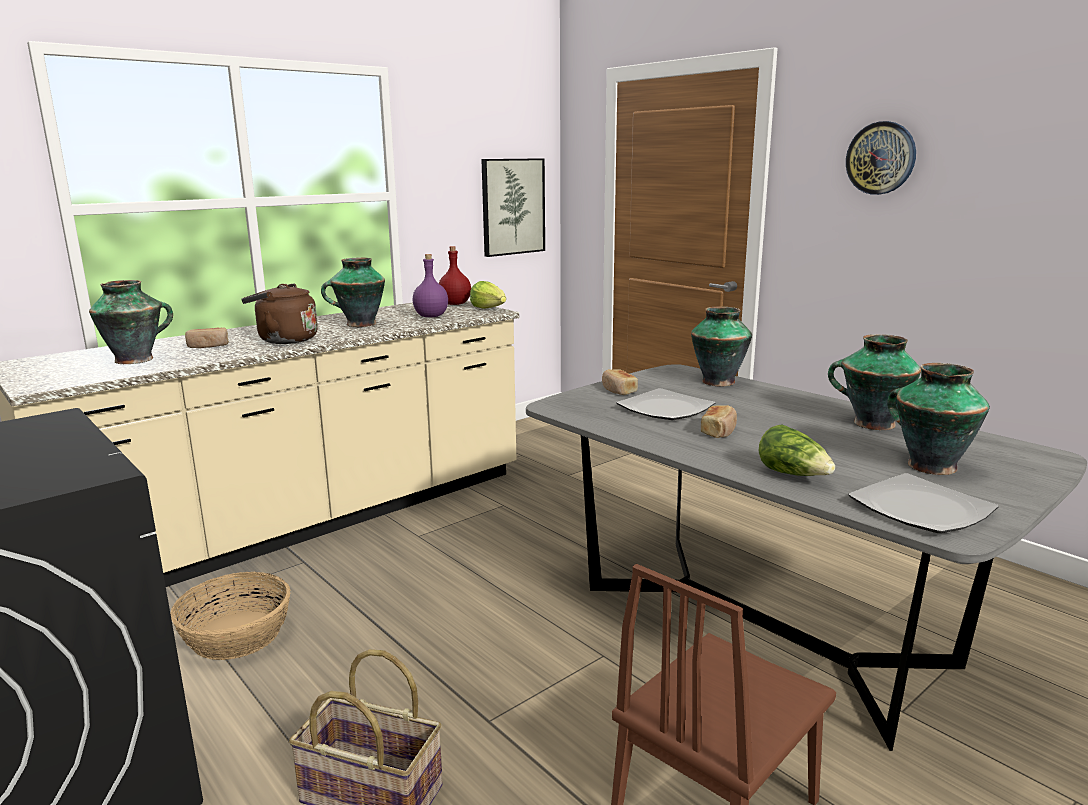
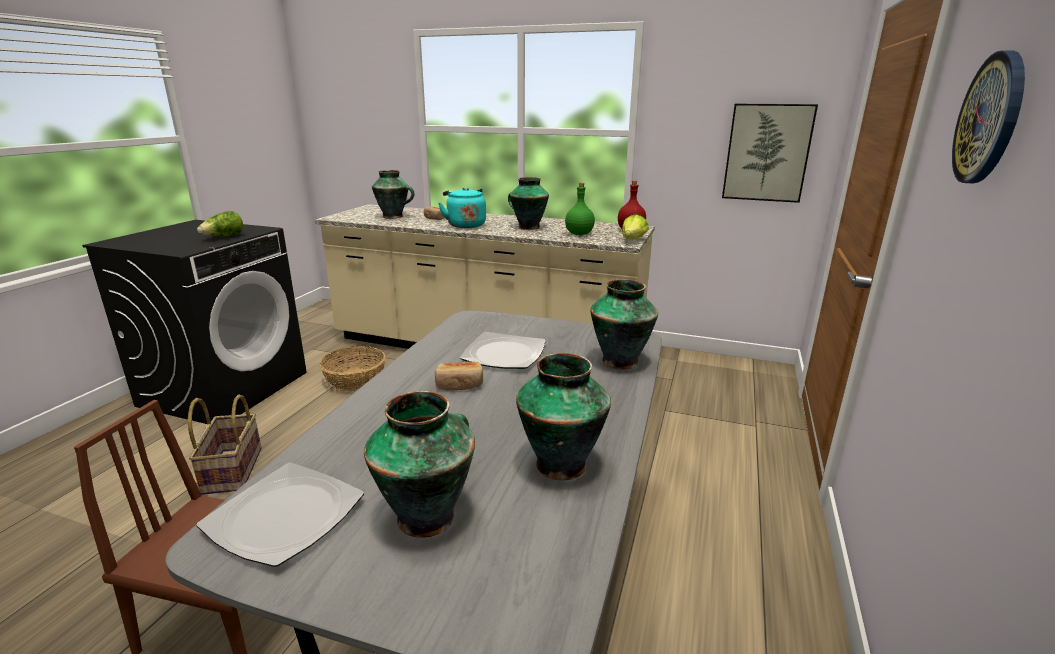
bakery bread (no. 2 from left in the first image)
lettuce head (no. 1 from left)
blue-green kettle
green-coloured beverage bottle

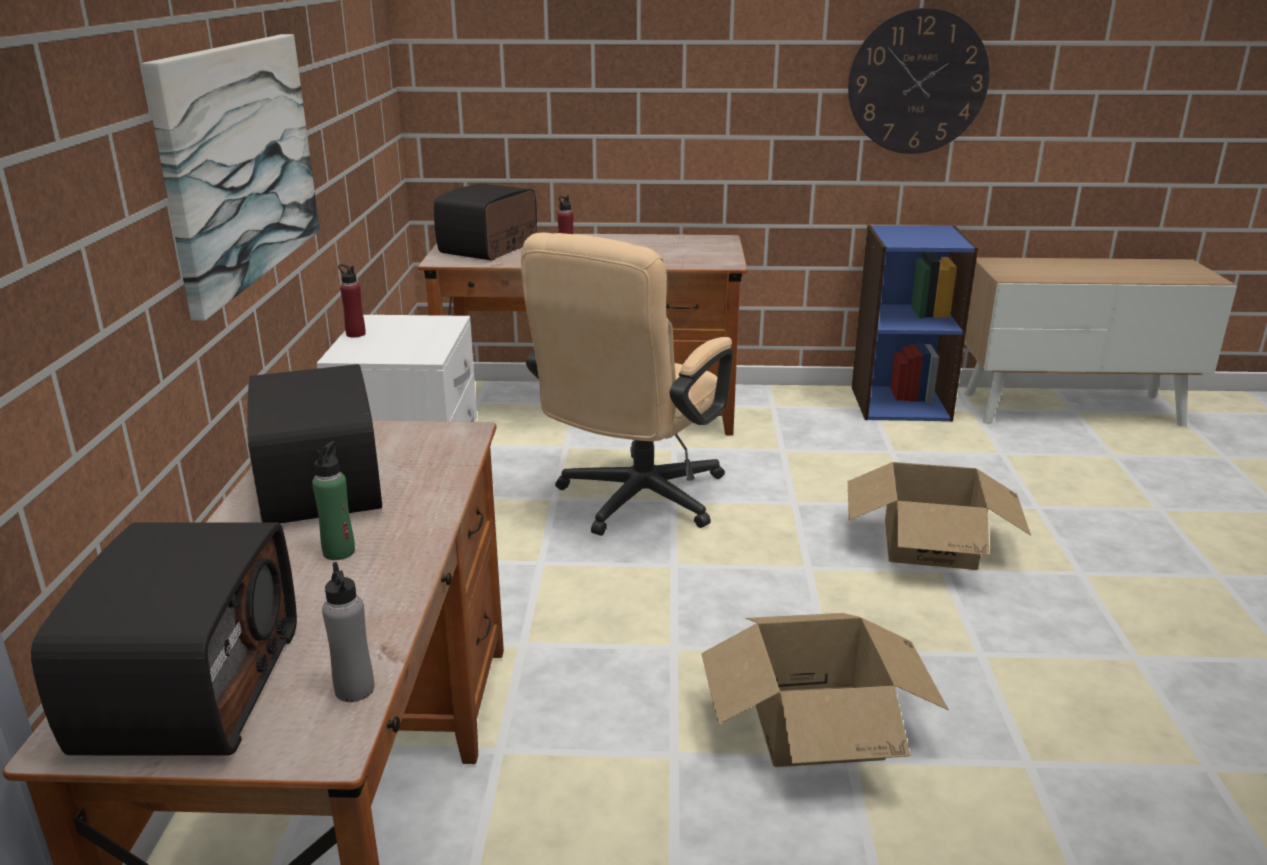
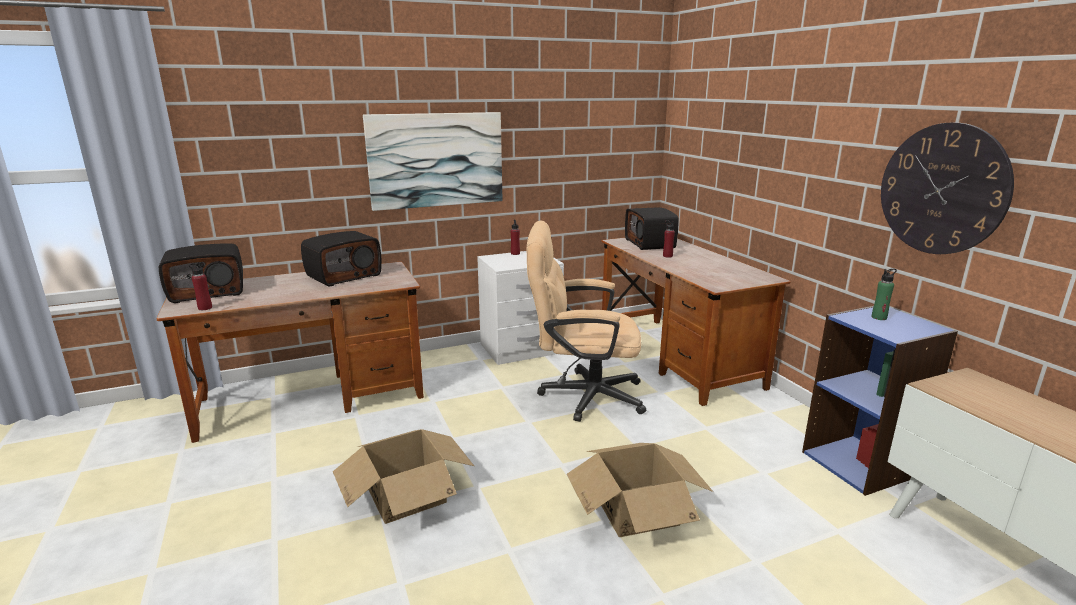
green-coloured beverage bottle
reddish beverage bottle (no. 1 from left)
radio receiver (no. 3 from left)

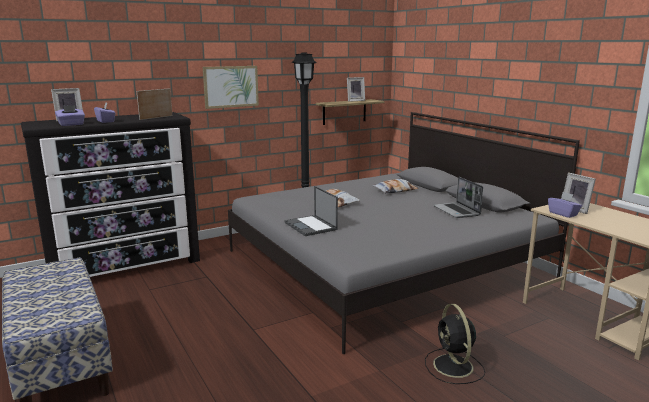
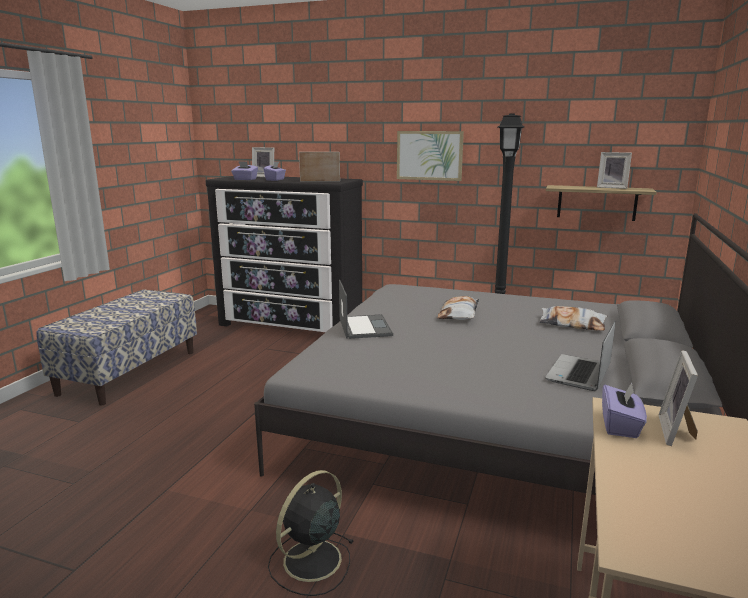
notebook computer (no. 1 from left)

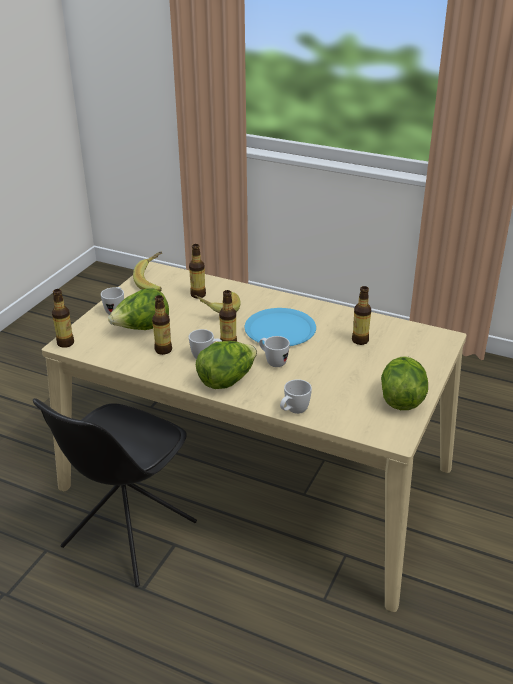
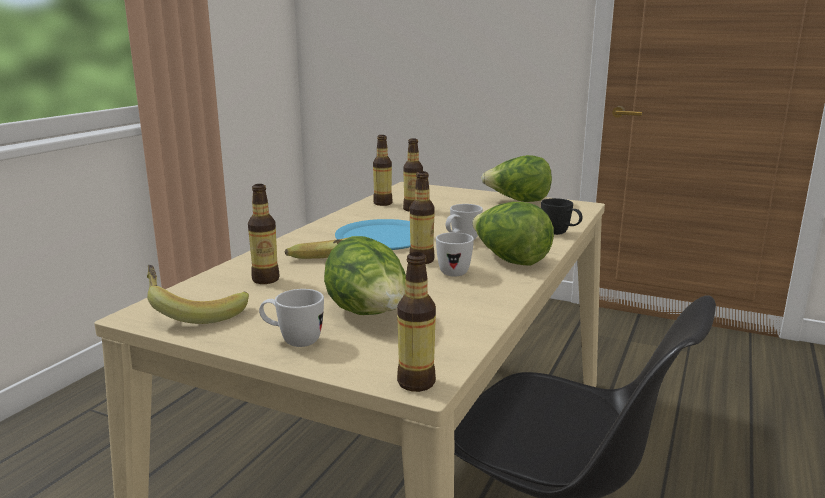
beverage bottle (no. 2 from left)
black-coloured mug

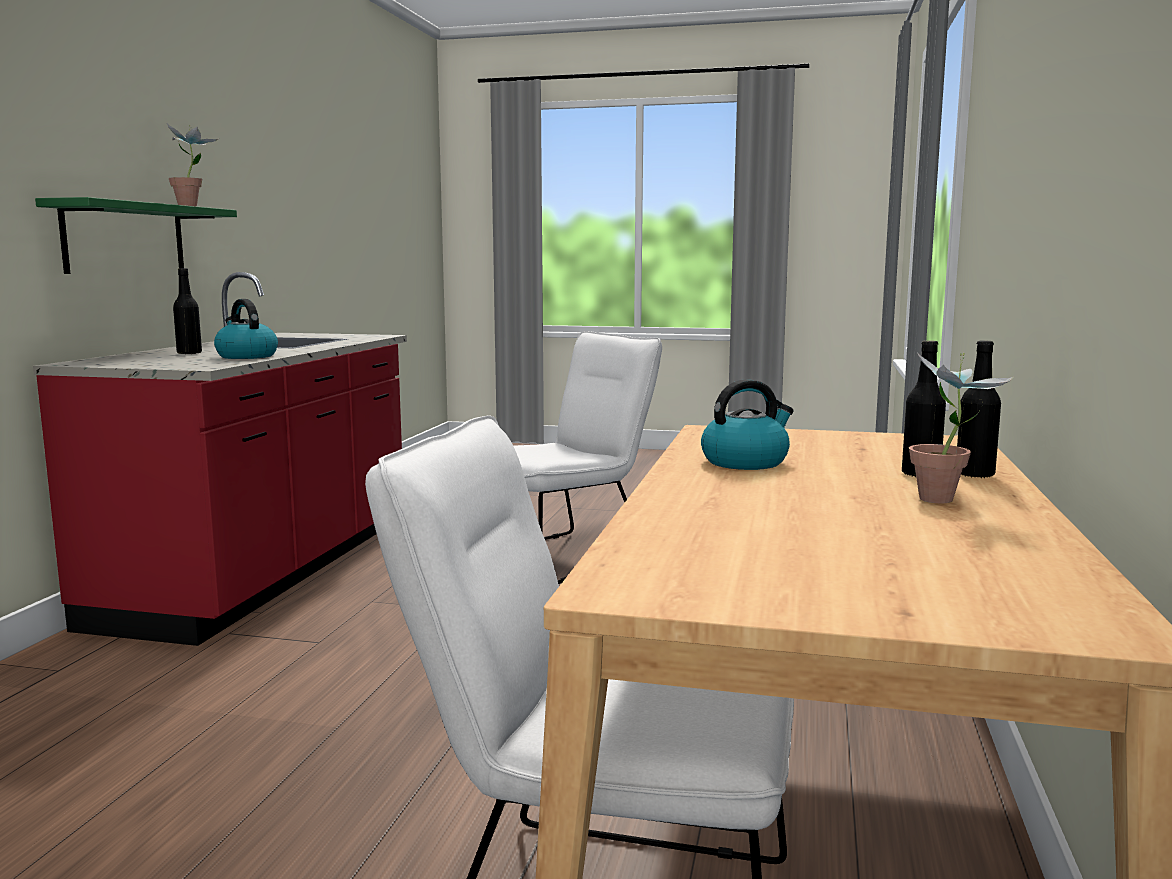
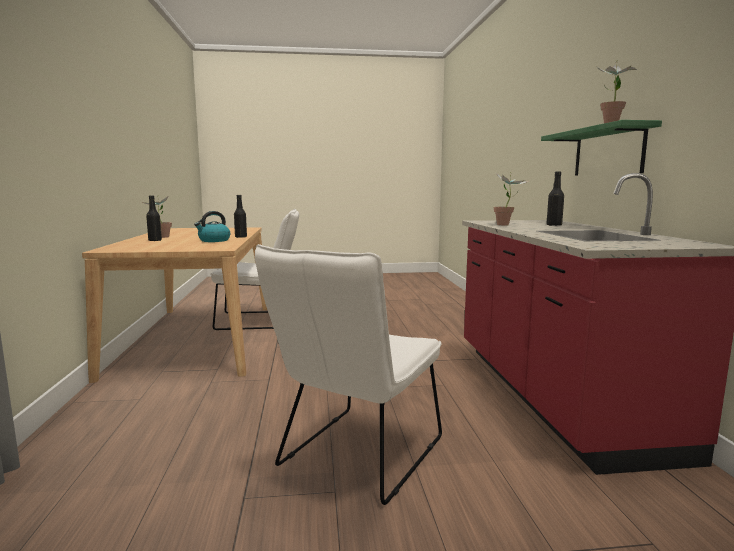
black-coloured beverage bottle (no. 2 from left)
potted plant (no. 2 from left)

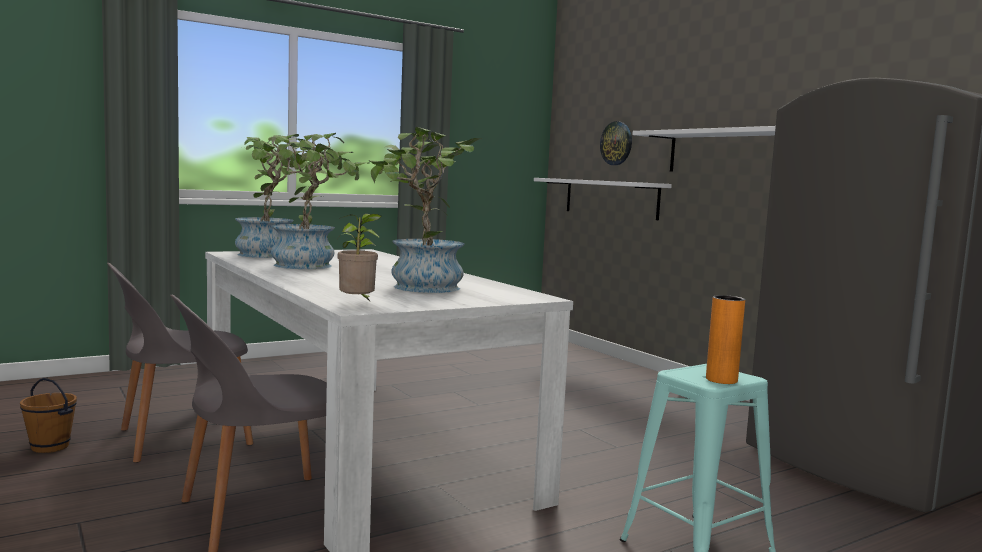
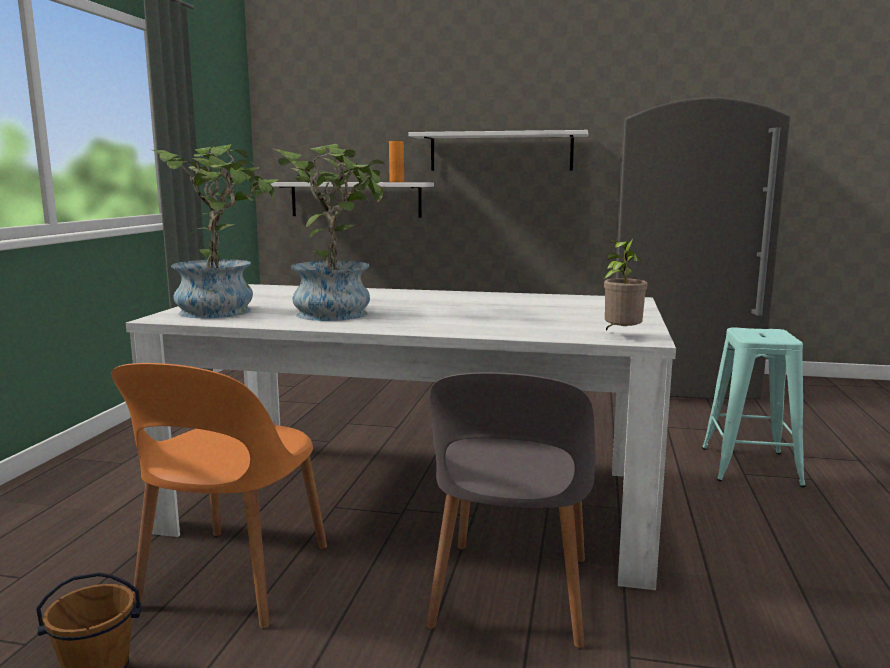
potted plant (no. 4 from left in the first image)
wall clock
orange decorative vase
orange chair

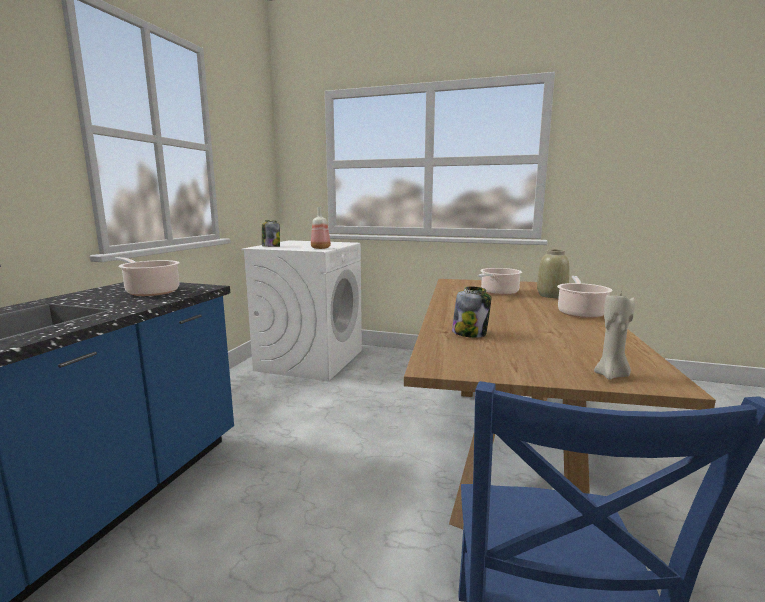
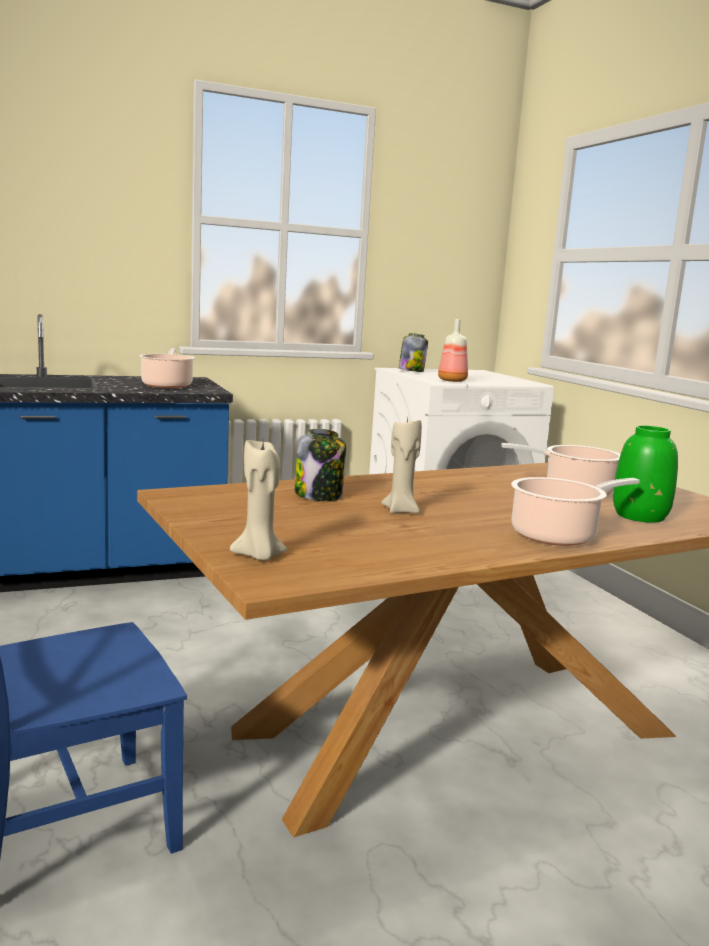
beige-coloured wax light (no. 2 from left)
green-coloured decorative vase

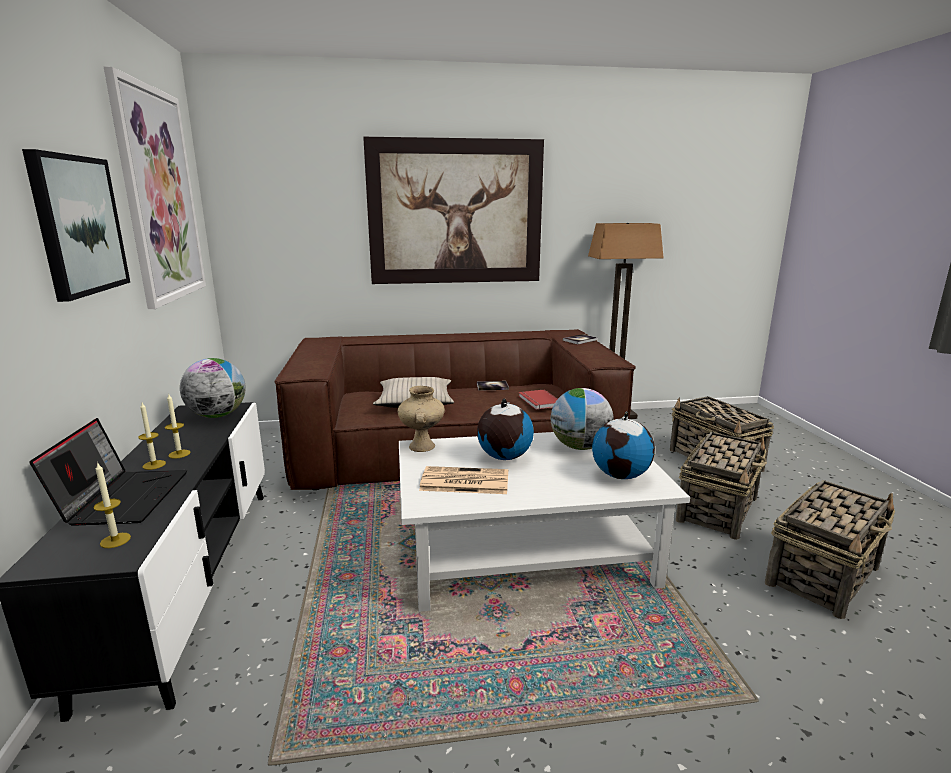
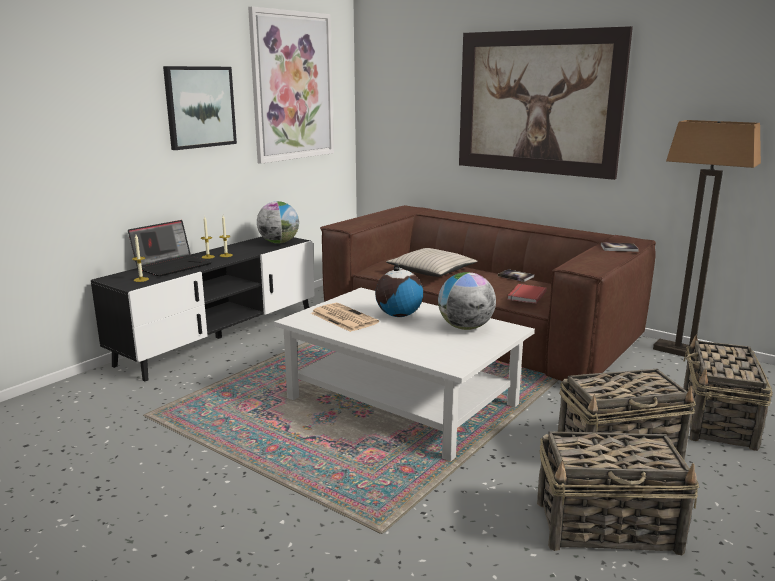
beige-coloured decorative vase
desk globe (no. 4 from left in the first image)

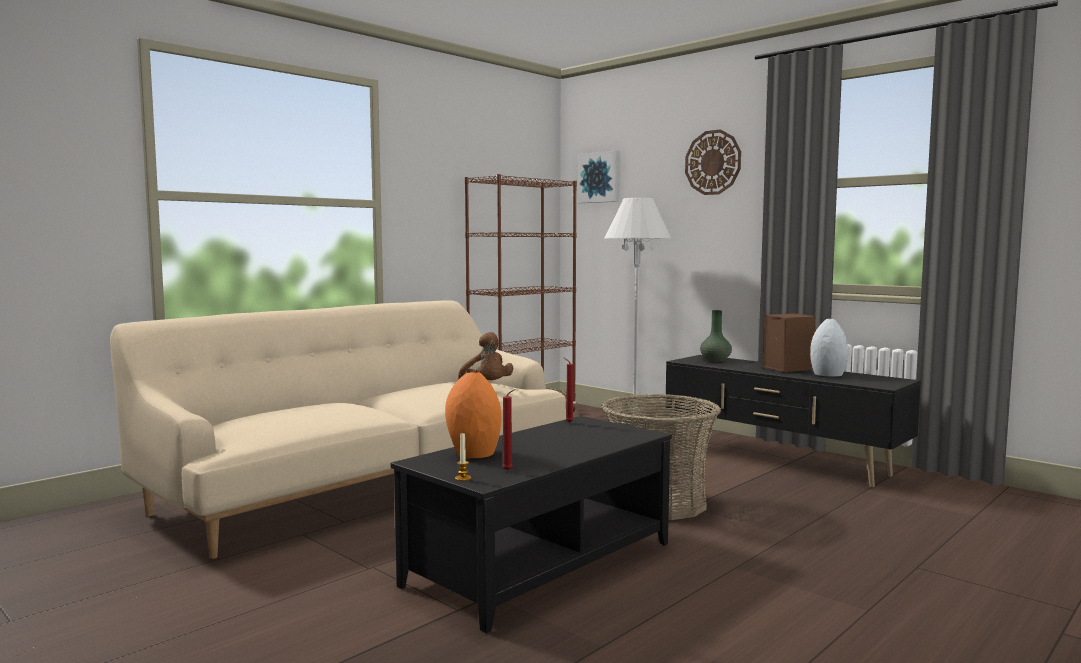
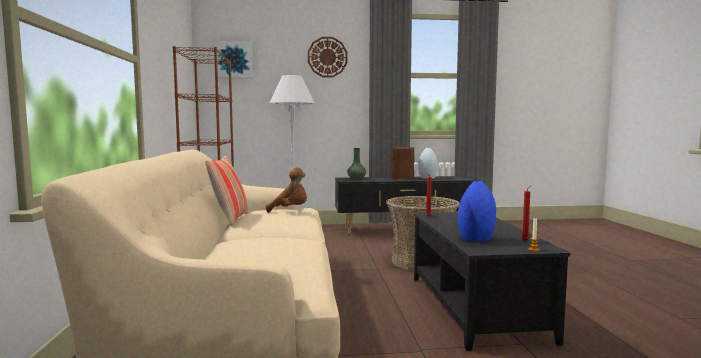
pillow
blue decorative vase

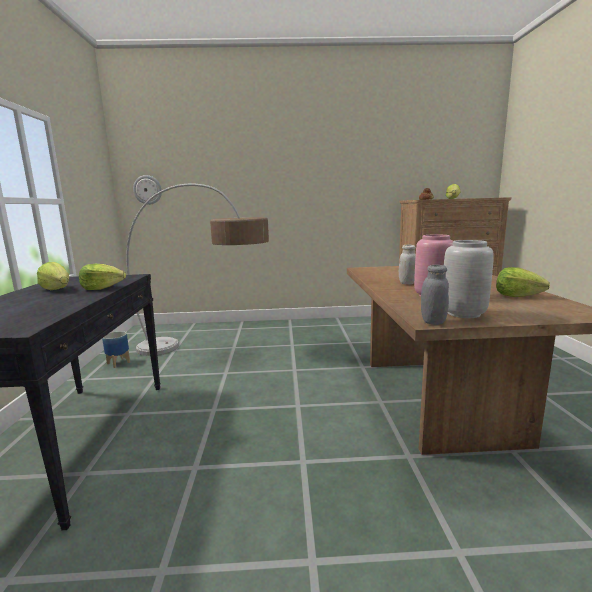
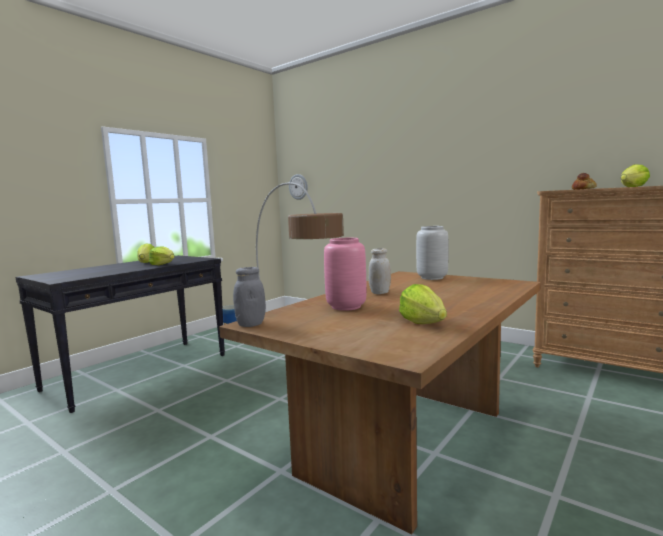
greyish decorative vase

